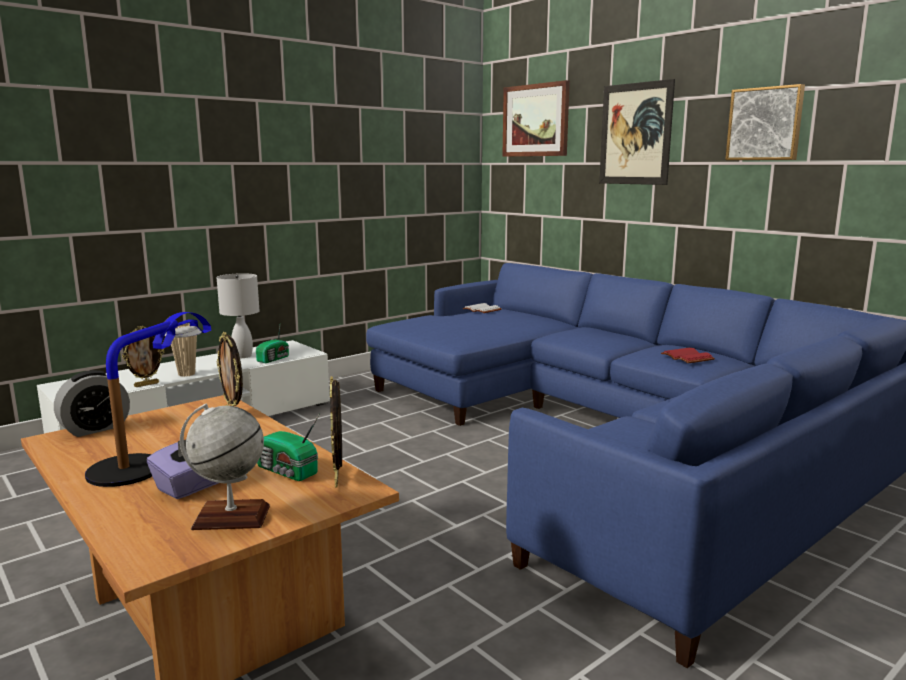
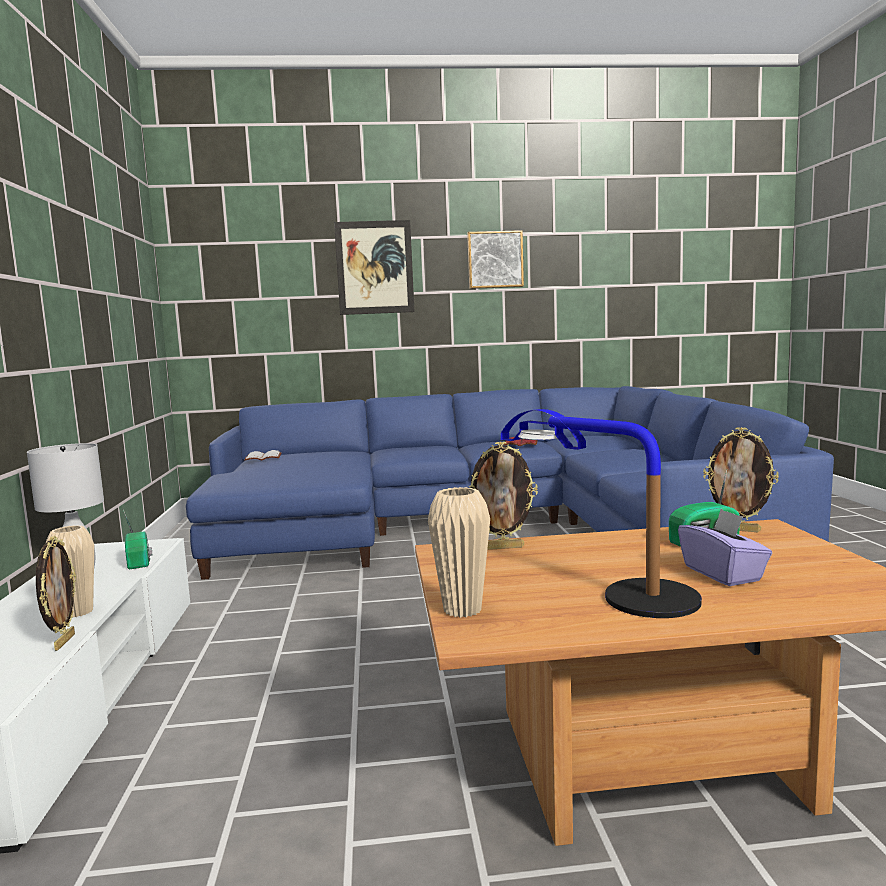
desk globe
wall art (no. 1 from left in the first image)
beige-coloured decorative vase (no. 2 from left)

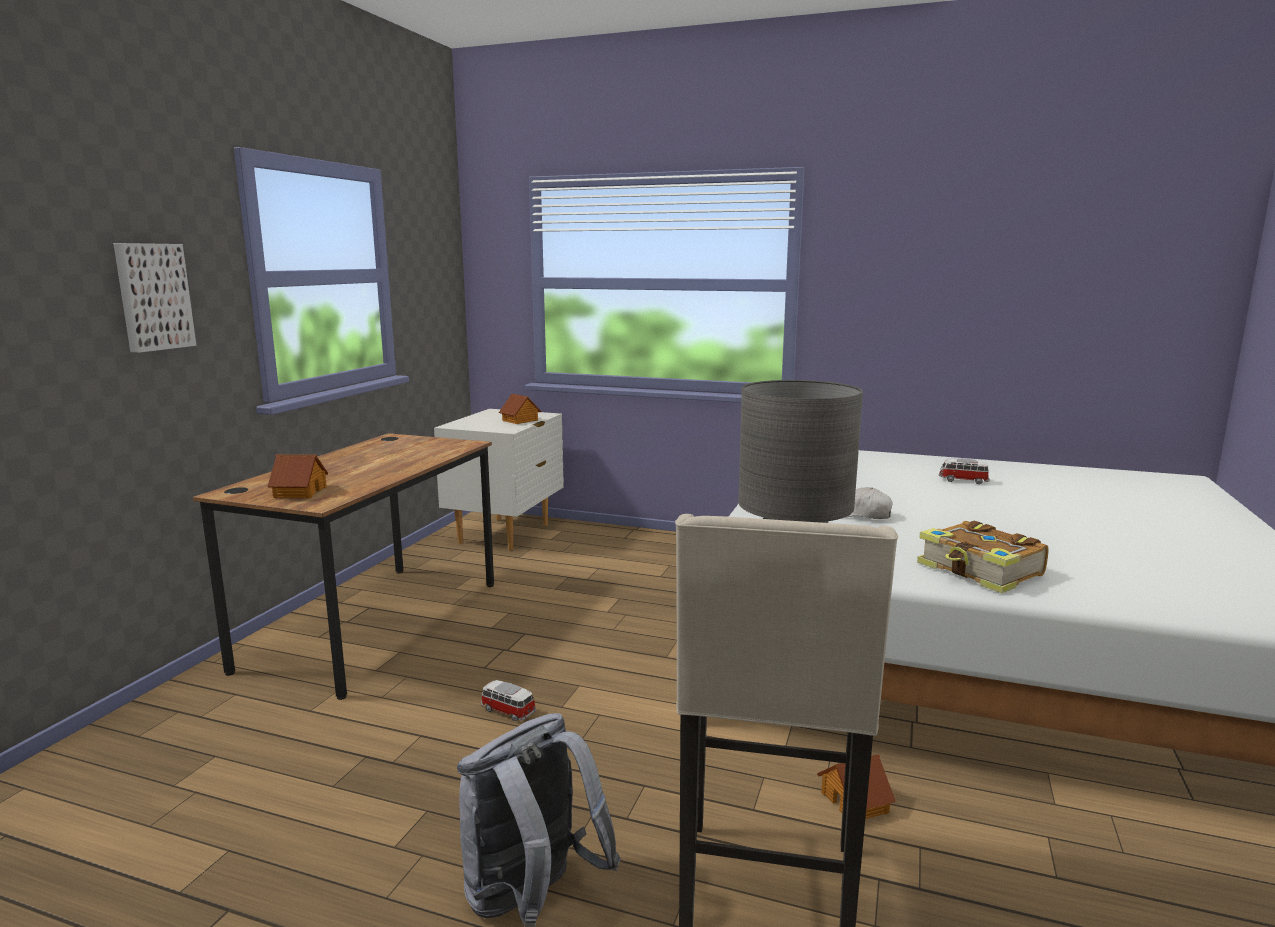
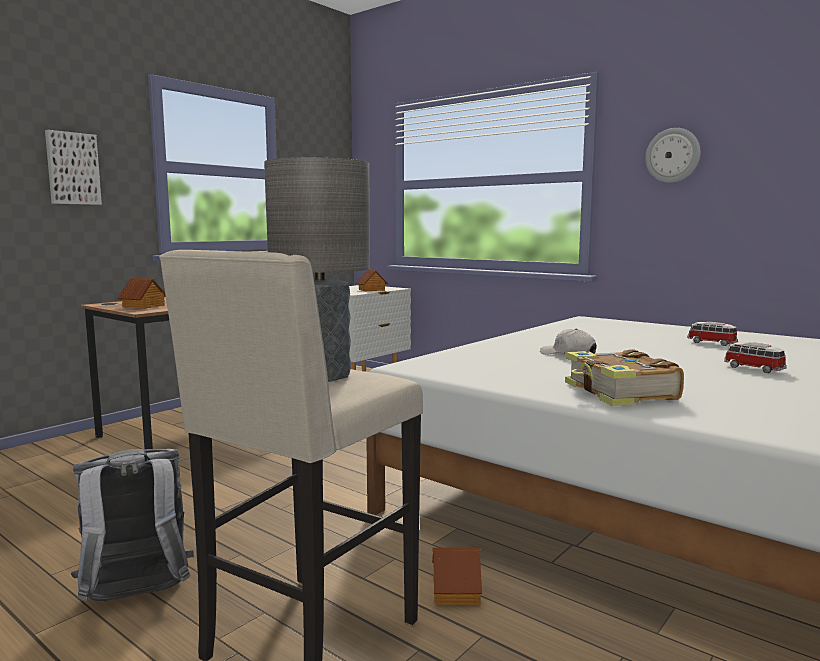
wall clock
toy car (no. 2 from left)

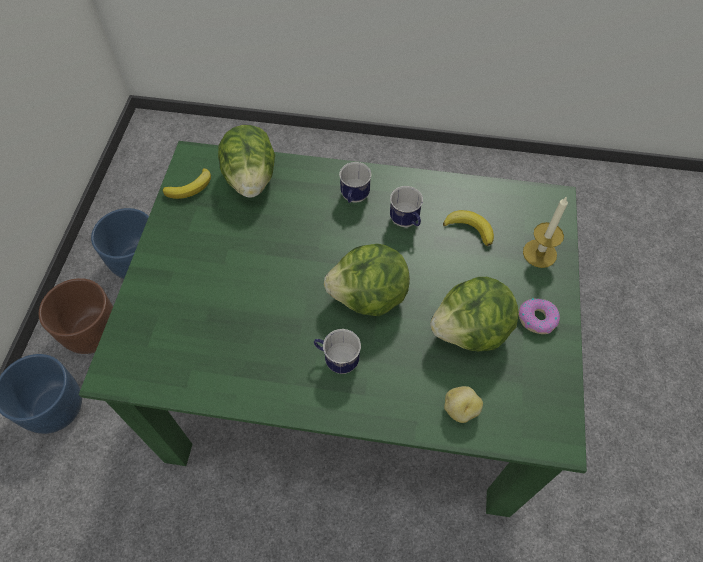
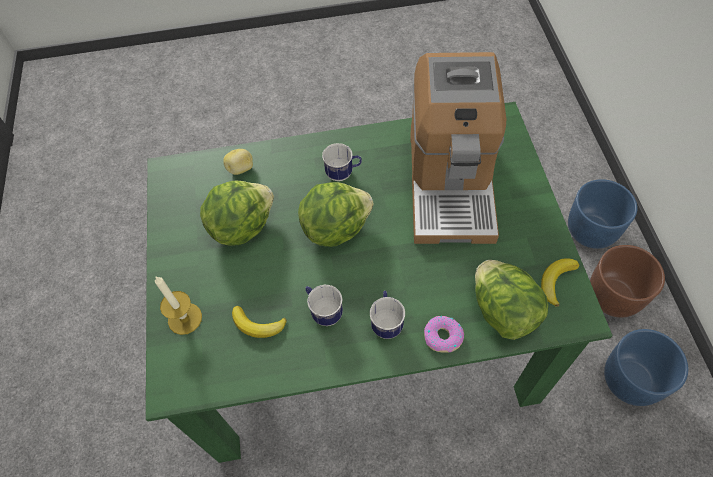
coffee brewer
doughnut

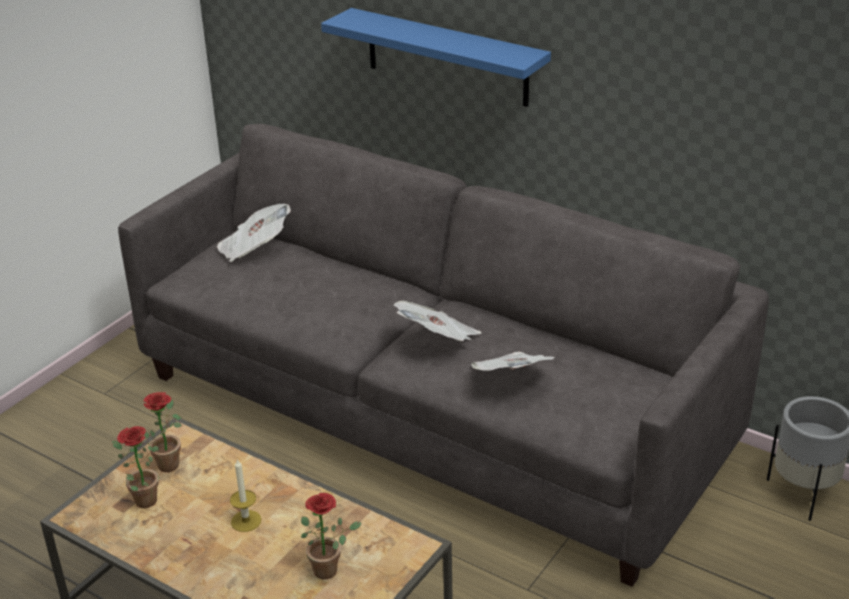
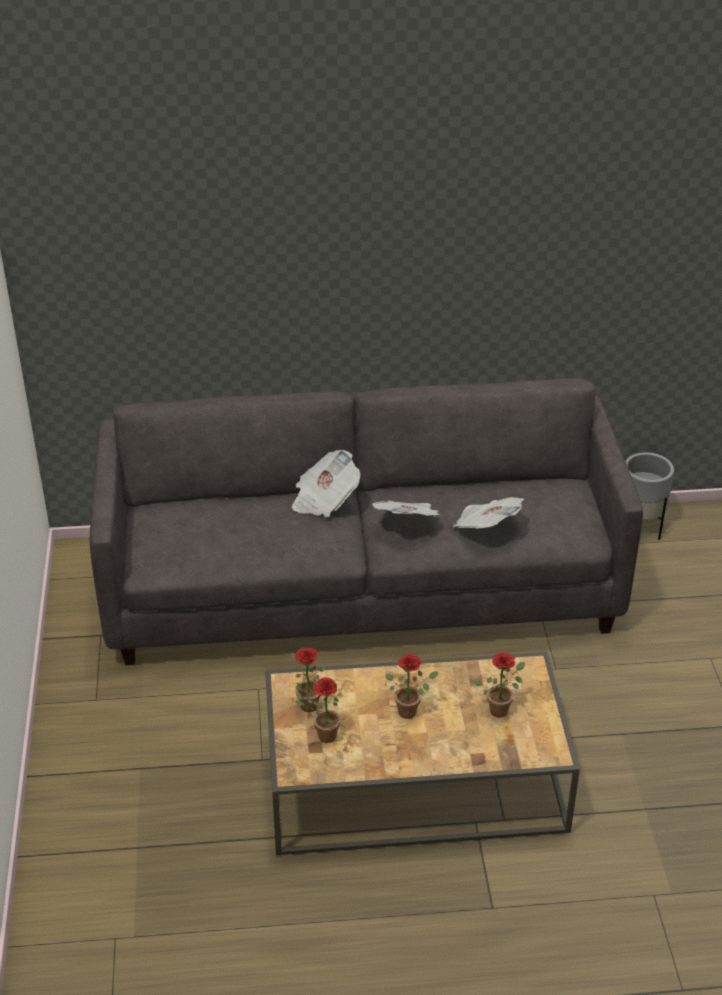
blue wall shelf
printed paper (no. 1 from left)
potted plant (no. 3 from left)

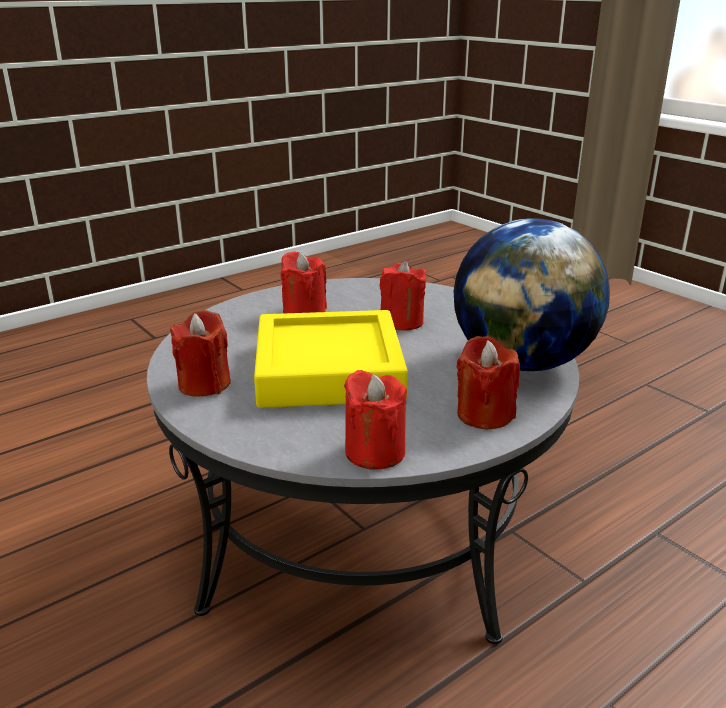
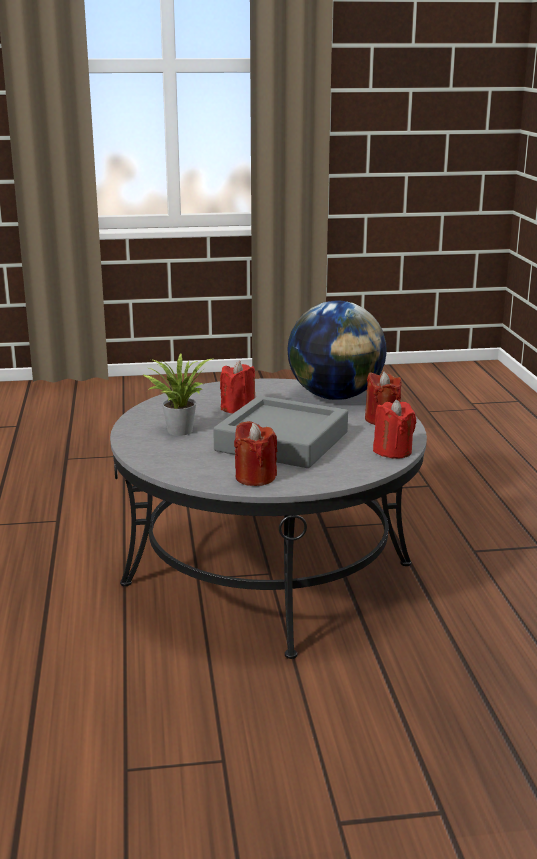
potted plant
greyish carrying tray

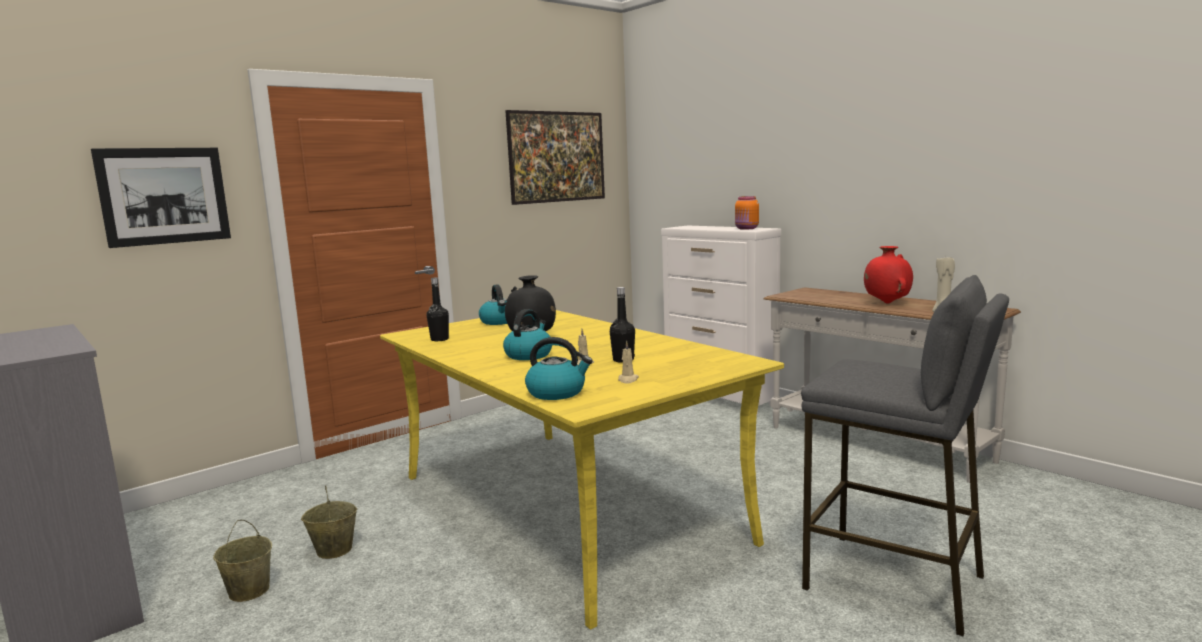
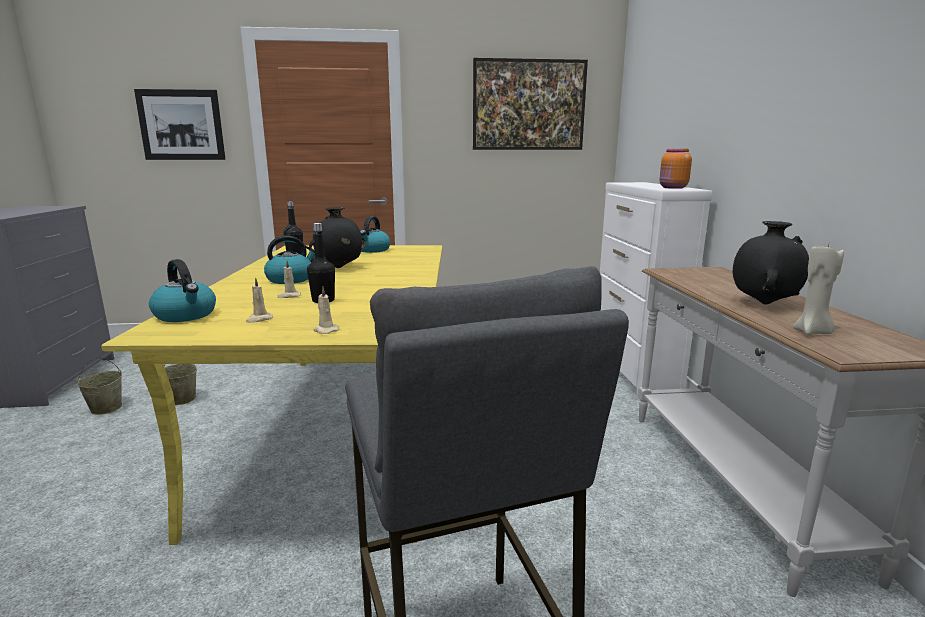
beige-coloured wax light (no. 3 from left)
black-coloured decorative vase (no. 2 from left)

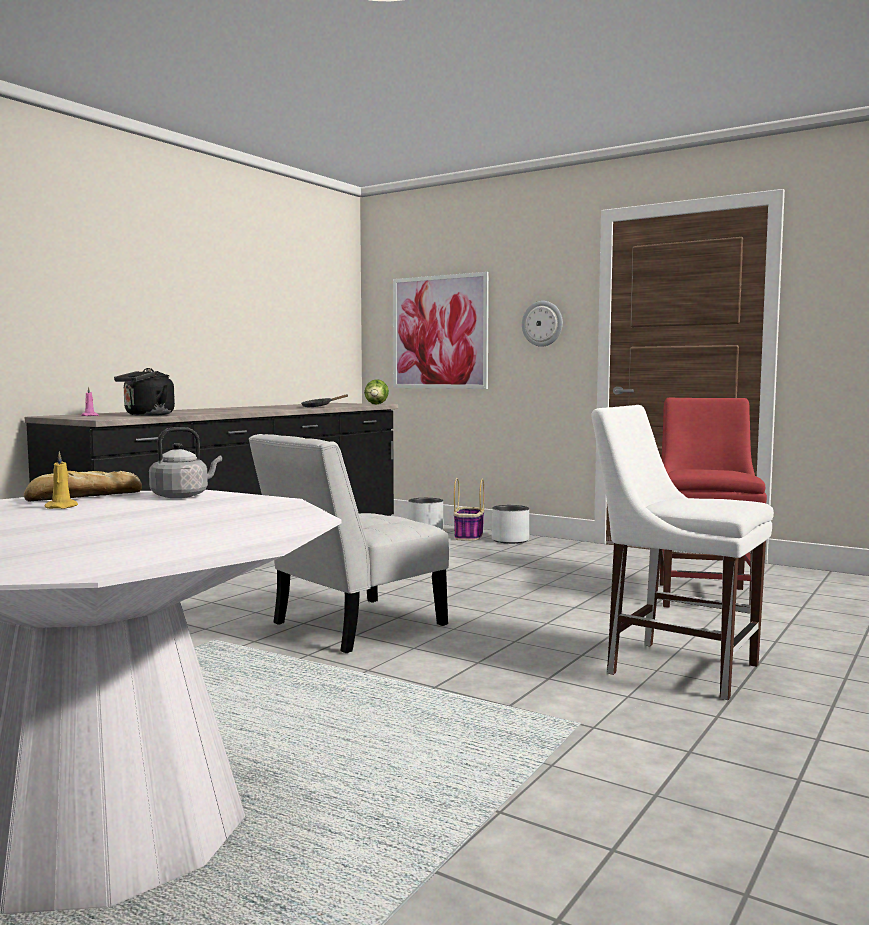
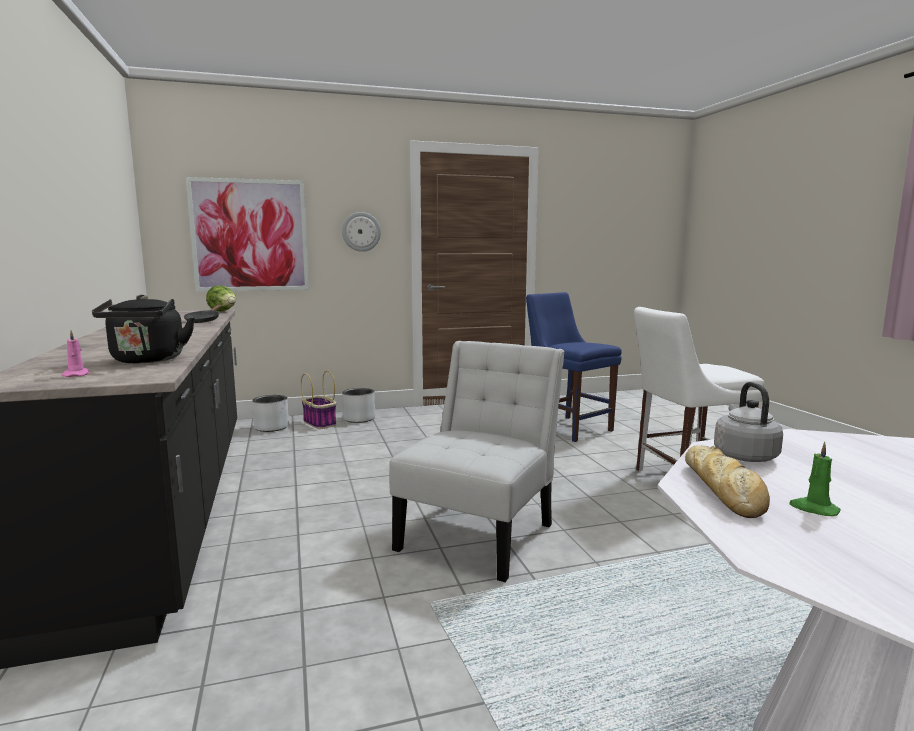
green-coloured wax light
blue chair
white chair (no. 1 from left)

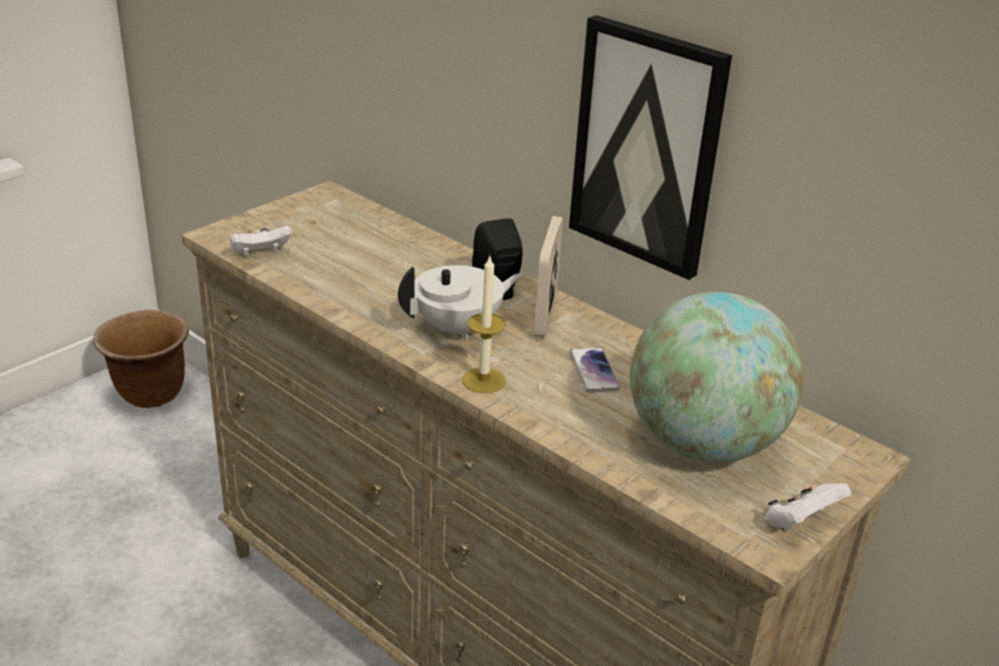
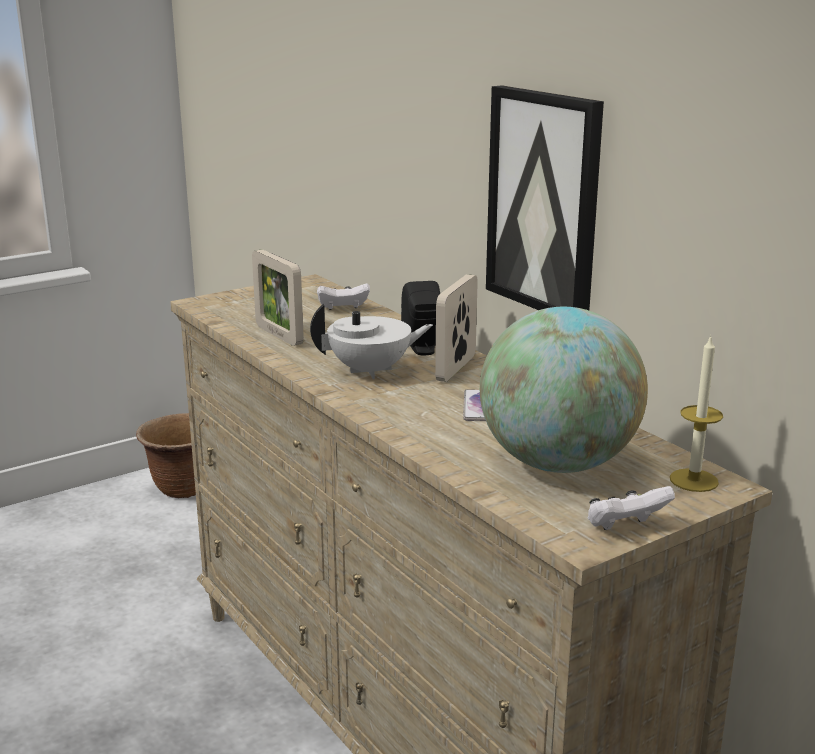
picture frame (no. 1 from left)
white game controller (no. 1 from left)
wax light

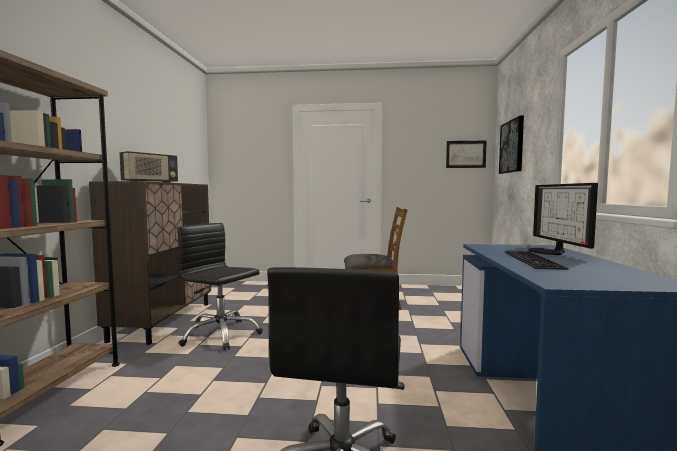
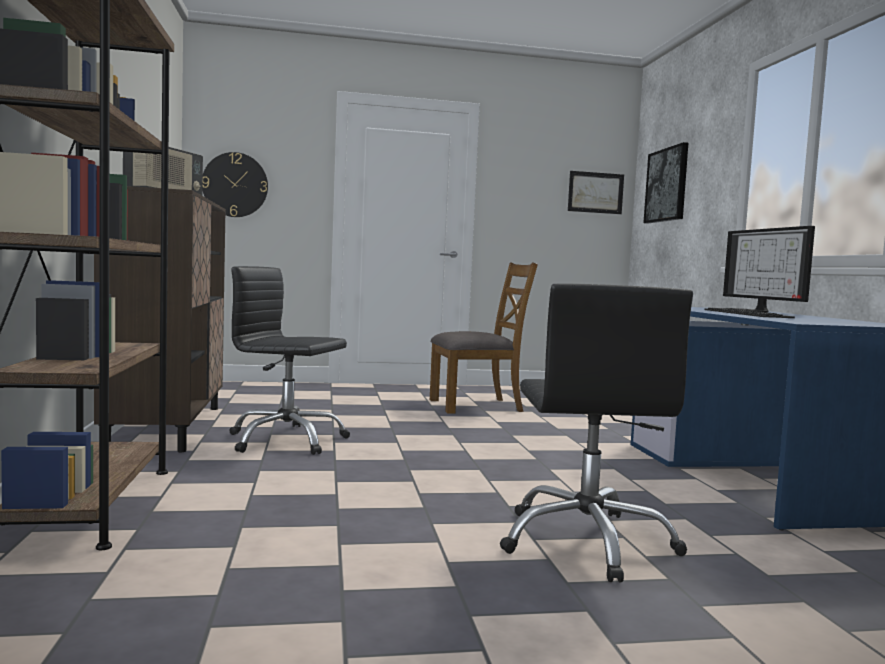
wall clock

